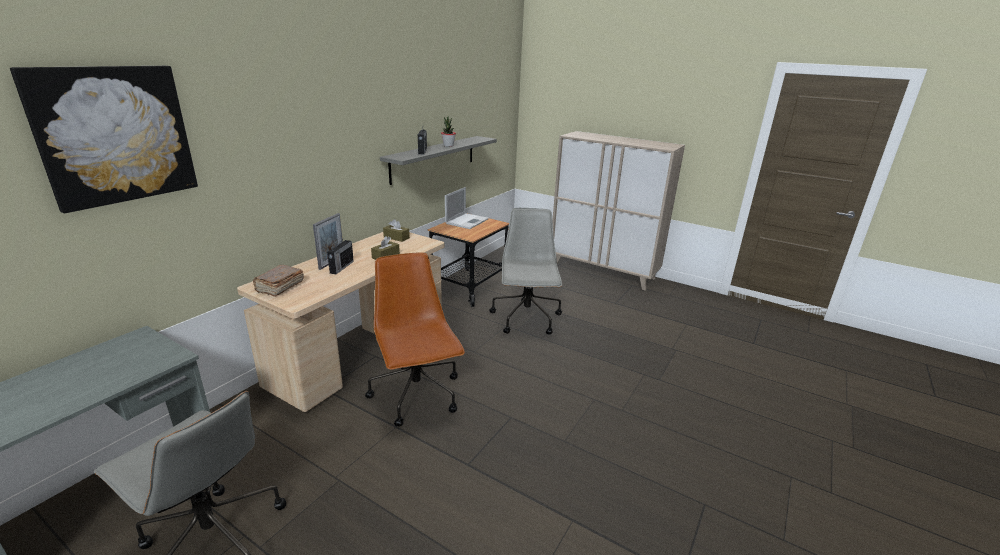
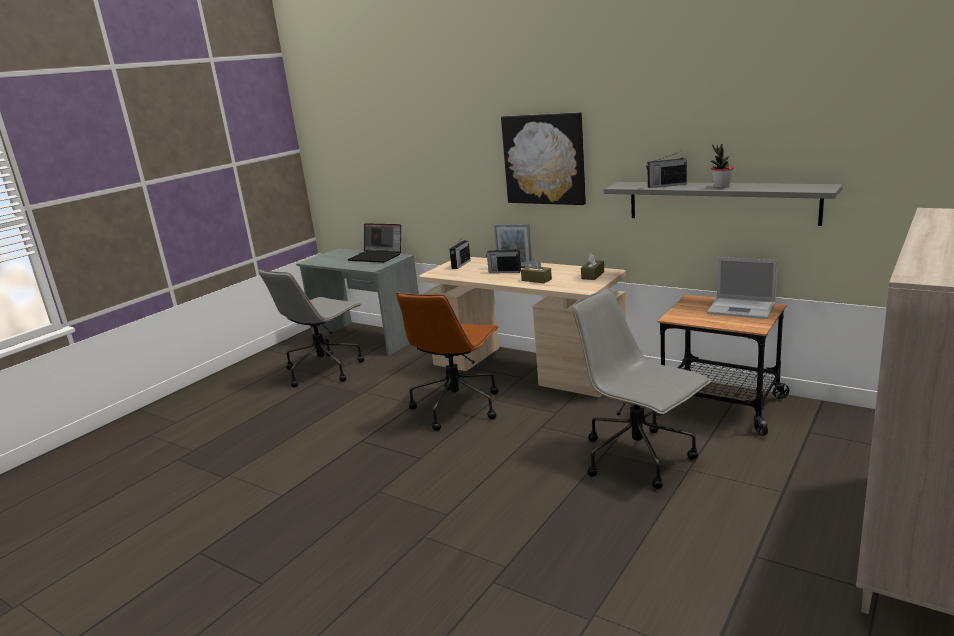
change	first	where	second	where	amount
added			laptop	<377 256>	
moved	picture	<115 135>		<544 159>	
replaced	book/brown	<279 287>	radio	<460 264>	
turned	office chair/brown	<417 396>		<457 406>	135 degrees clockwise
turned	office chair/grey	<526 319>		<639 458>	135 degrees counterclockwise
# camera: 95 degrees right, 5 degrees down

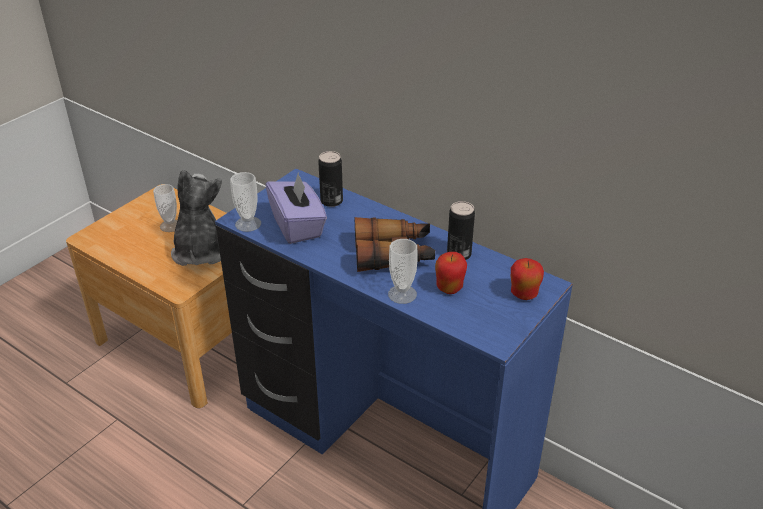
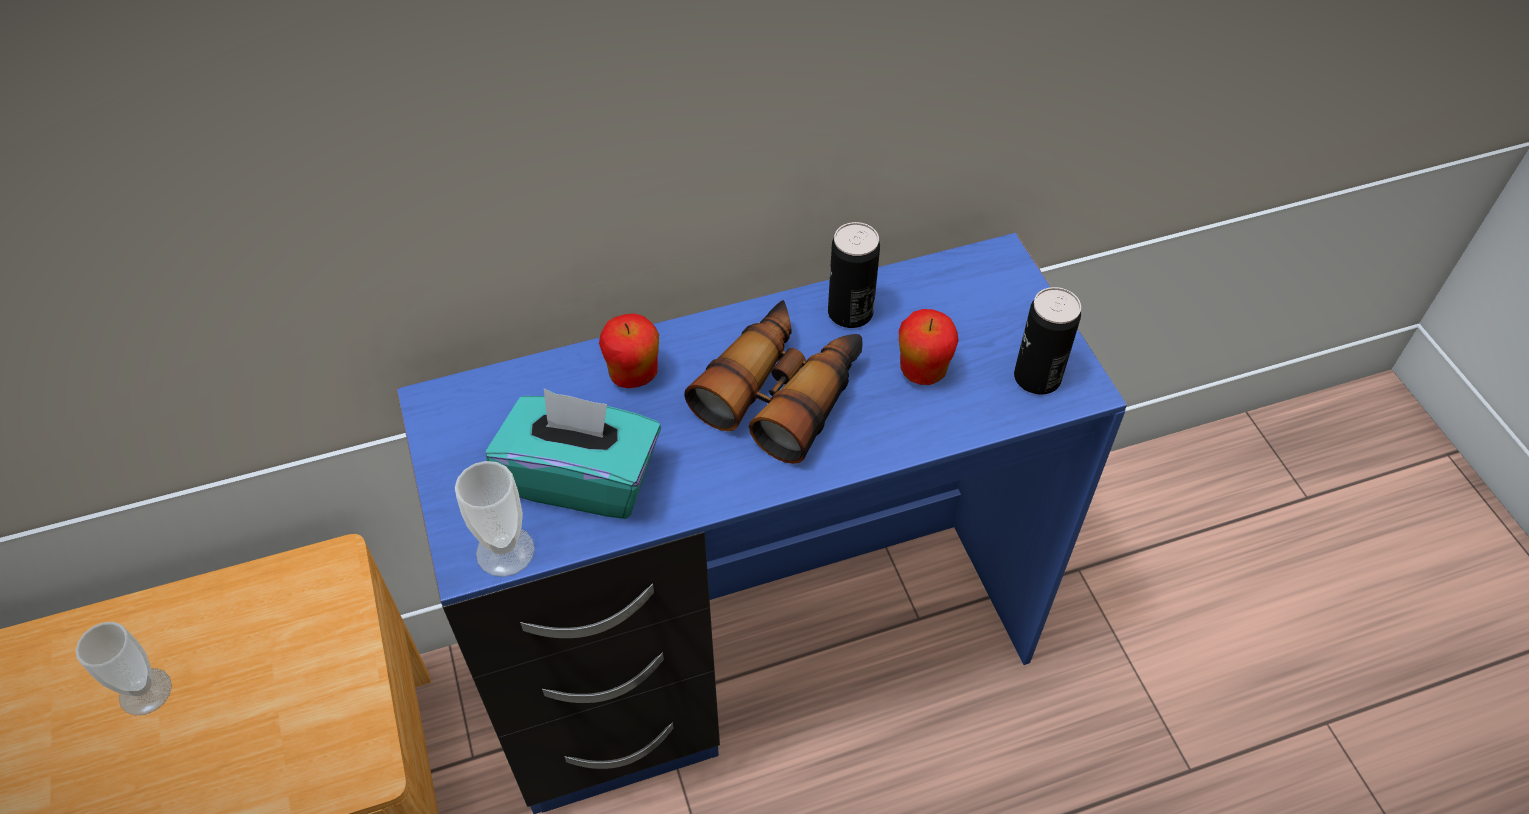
change	first	where	second	where	amount
removed	plush toy	<200 251>			
removed	cup	<402 294>			
moved	can	<331 201>		<1037 377>	
moved	apple	<523 295>		<633 375>	
recoloured	tissue box/purple	<297 226>	tissue box/turquoise	<583 478>	
# camera: 55 degrees left, 15 degrees up

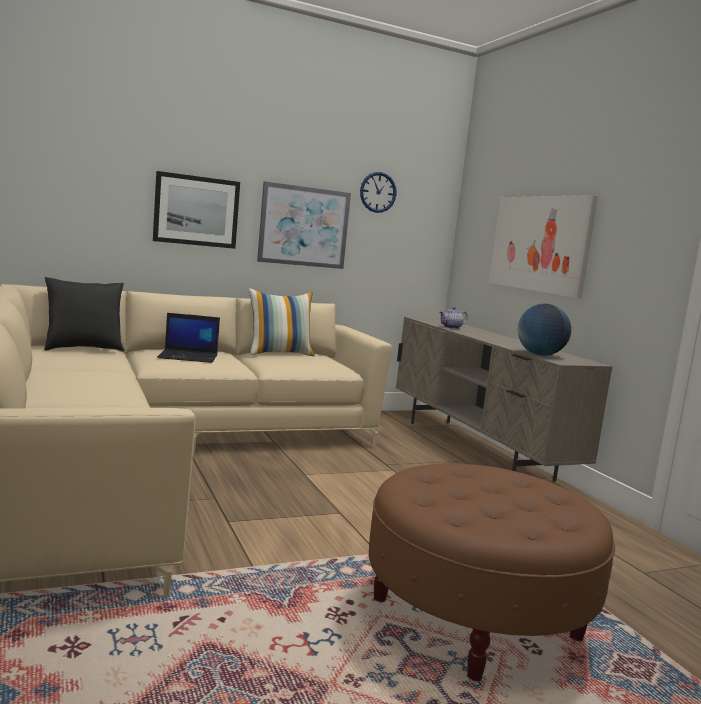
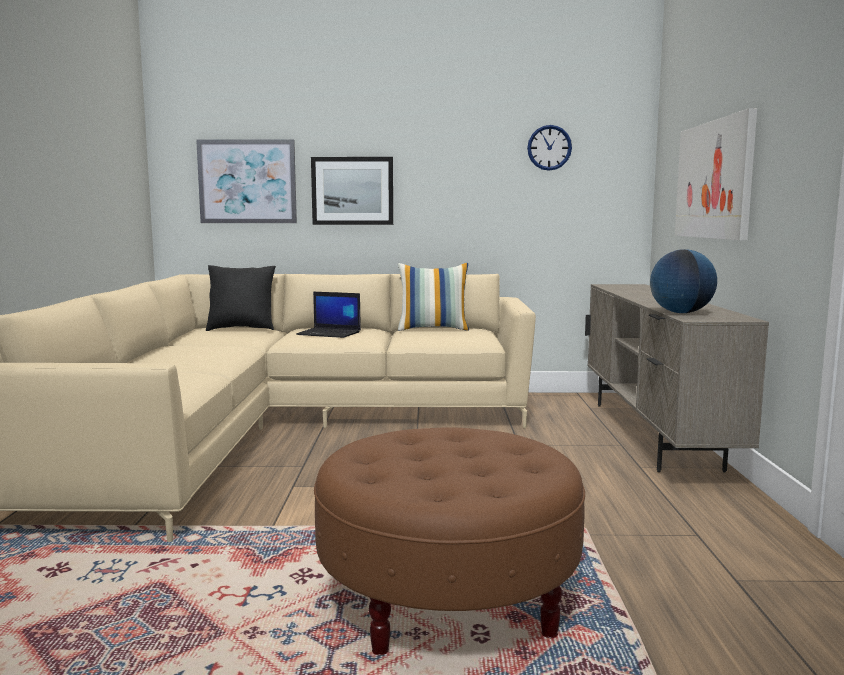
change	first	where	second	where	amount
removed	teapot	<451 327>			
moved	picture	<304 226>		<247 181>	
# camera: 25 degrees right, 0 degrees up

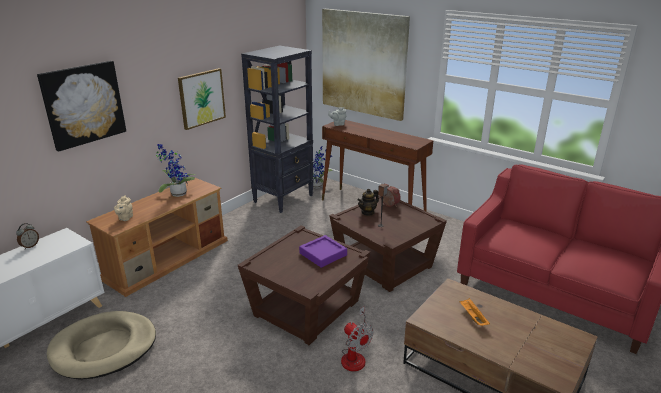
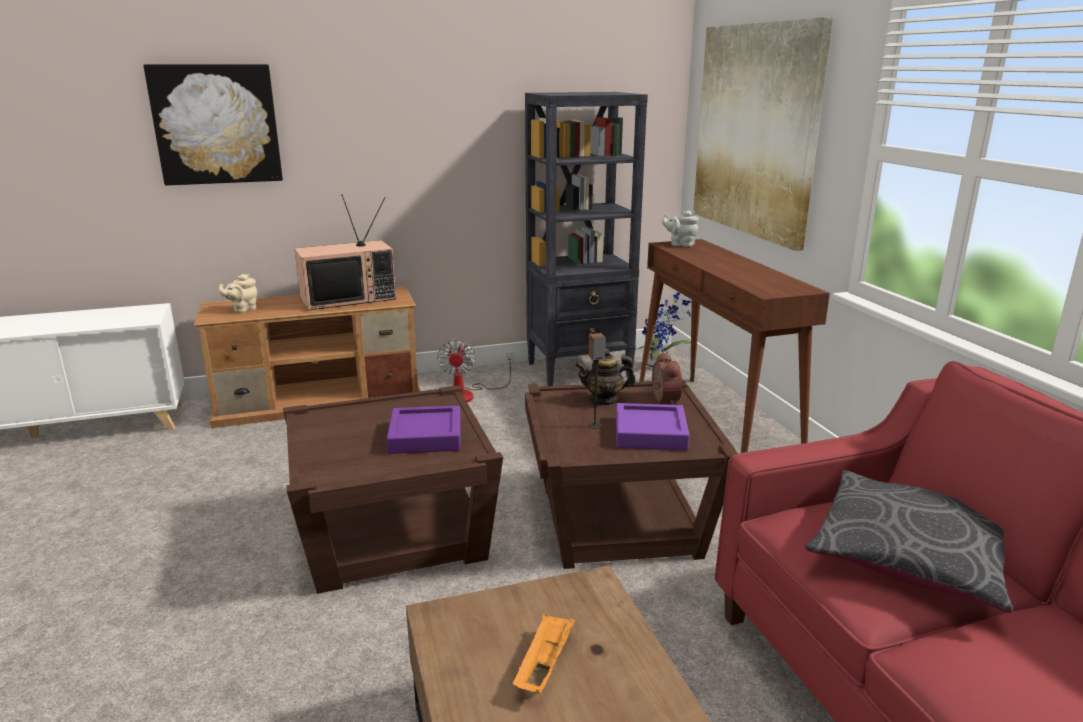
change	first	where	second	where	amount
removed	alarm clock	<30 246>			
removed	dog bed/beige	<104 348>			
removed	picture	<202 98>			
added			tray/purple	<650 433>	
added			pillow/grey	<909 553>	
moved	fan	<355 355>		<468 394>	
replaced	potted plant	<177 193>	television	<349 298>	
# camera: 35 degrees right, 5 degrees down

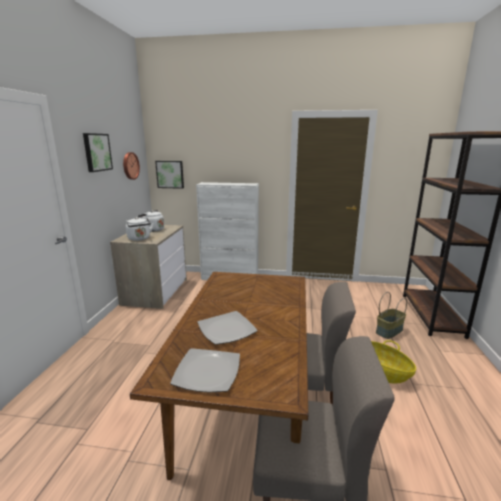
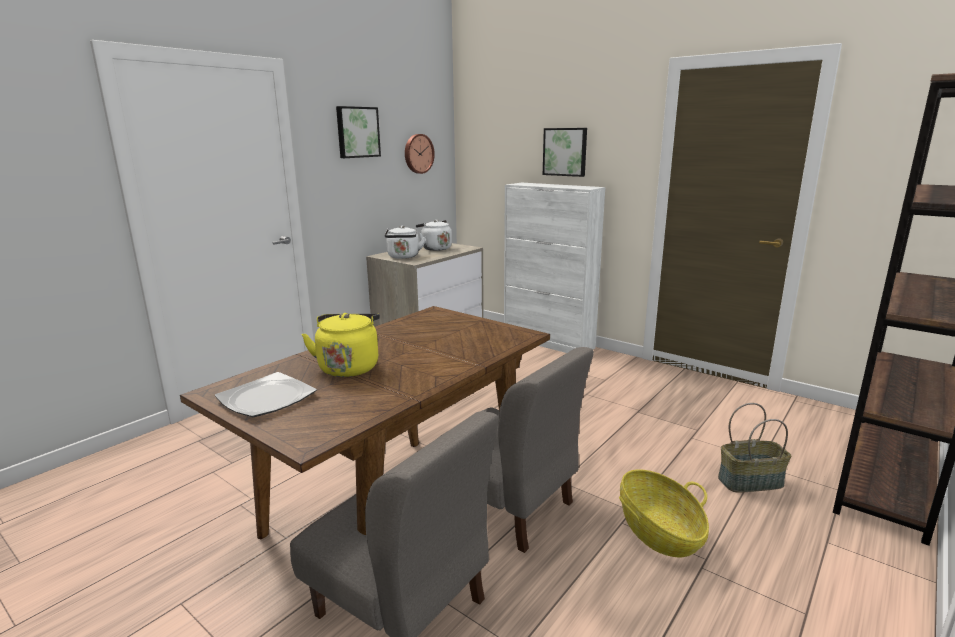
change	first	where	second	where	amount
moved	picture	<170 174>		<565 152>	
replaced	plate	<227 329>	kettle/yellow	<349 367>	
# camera: 30 degrees right, 0 degrees up

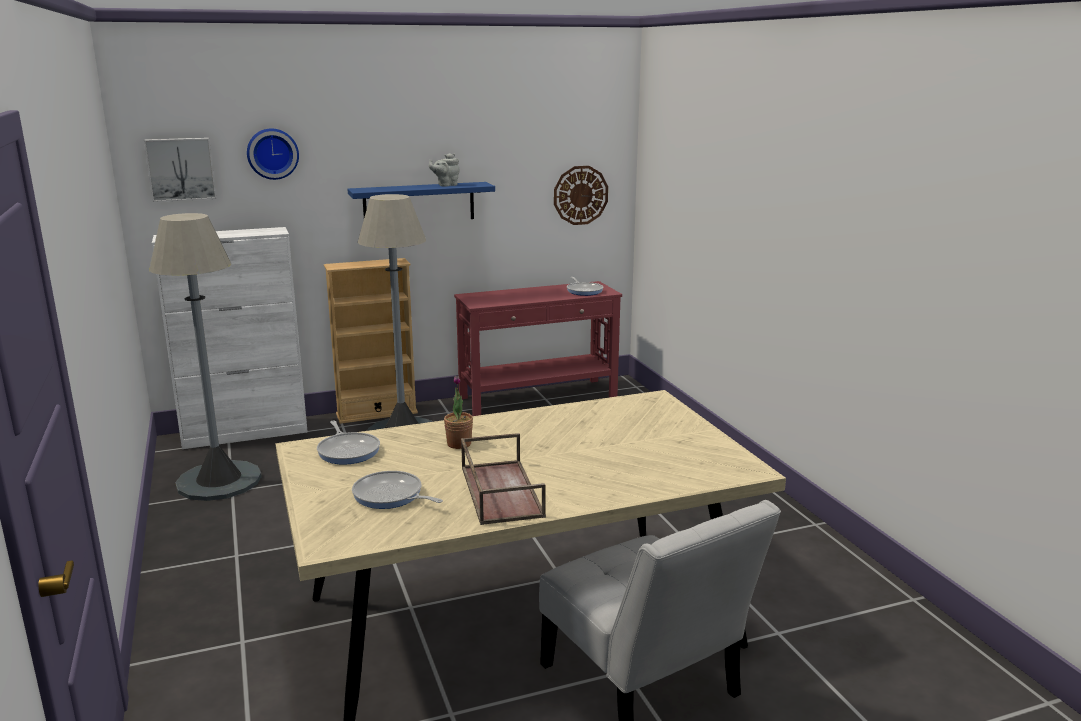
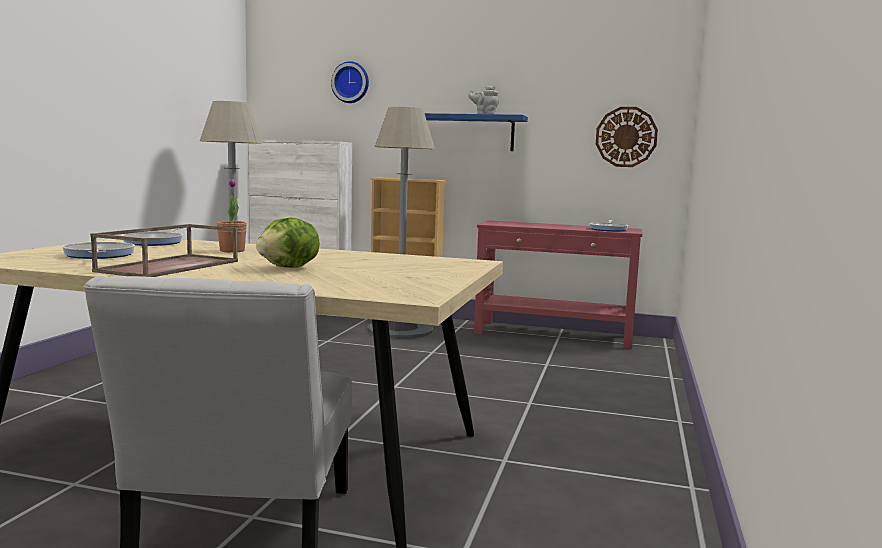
change	first	where	second	where	amount
removed	picture	<181 169>			
added			lettuce	<290 268>	
# camera: 35 degrees right, 10 degrees down

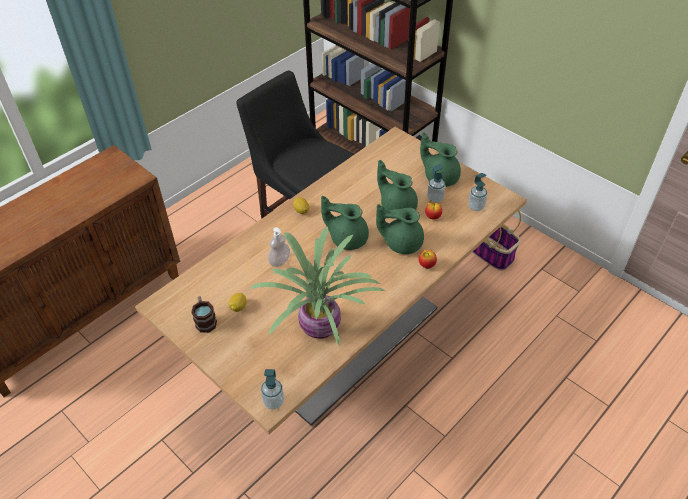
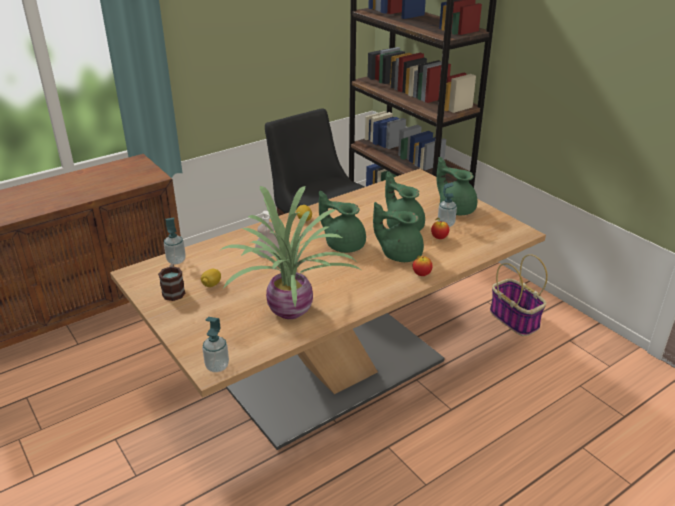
change	first	where	second	where	amount
moved	soap dispenser	<476 207>		<176 260>	
# camera: 10 degrees right, 15 degrees down

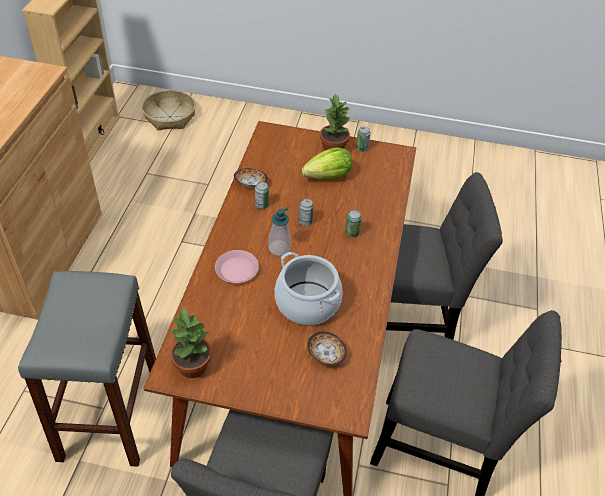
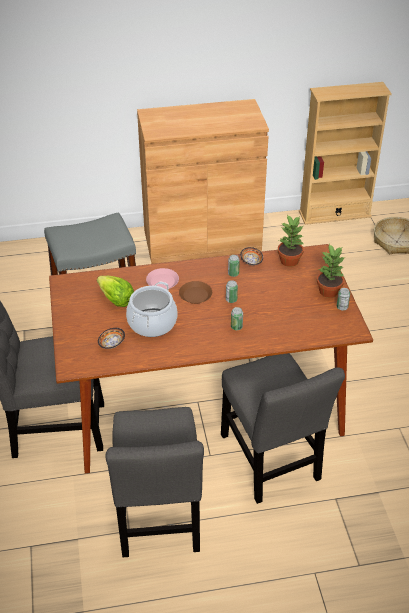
change	first	where	second	where	amount
moved	potted plant	<192 365>		<289 260>	
moved	lettuce	<328 177>		<116 300>	
replaced	soap dispenser	<279 248>	plate/brown	<195 295>	
# camera: 70 degrees right, 5 degrees down

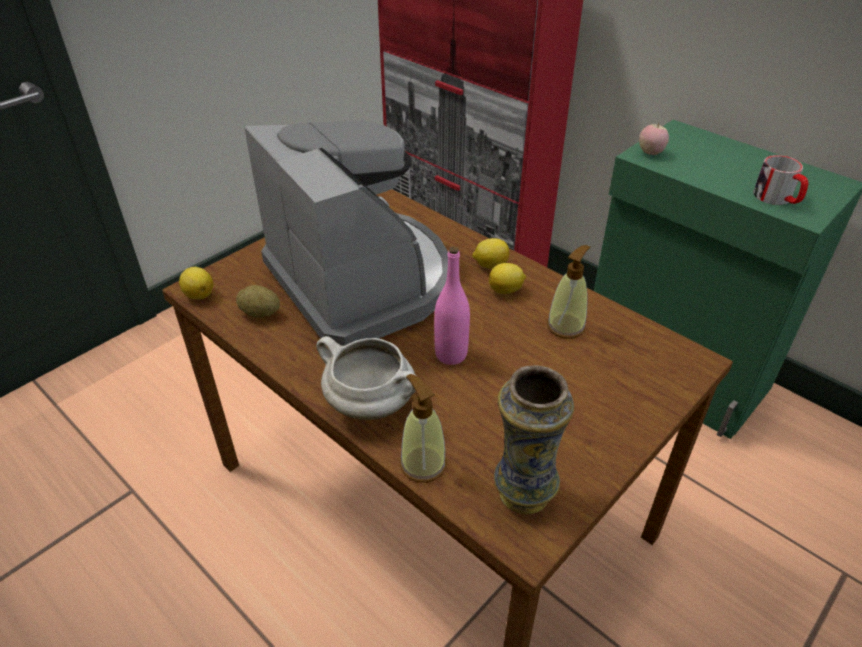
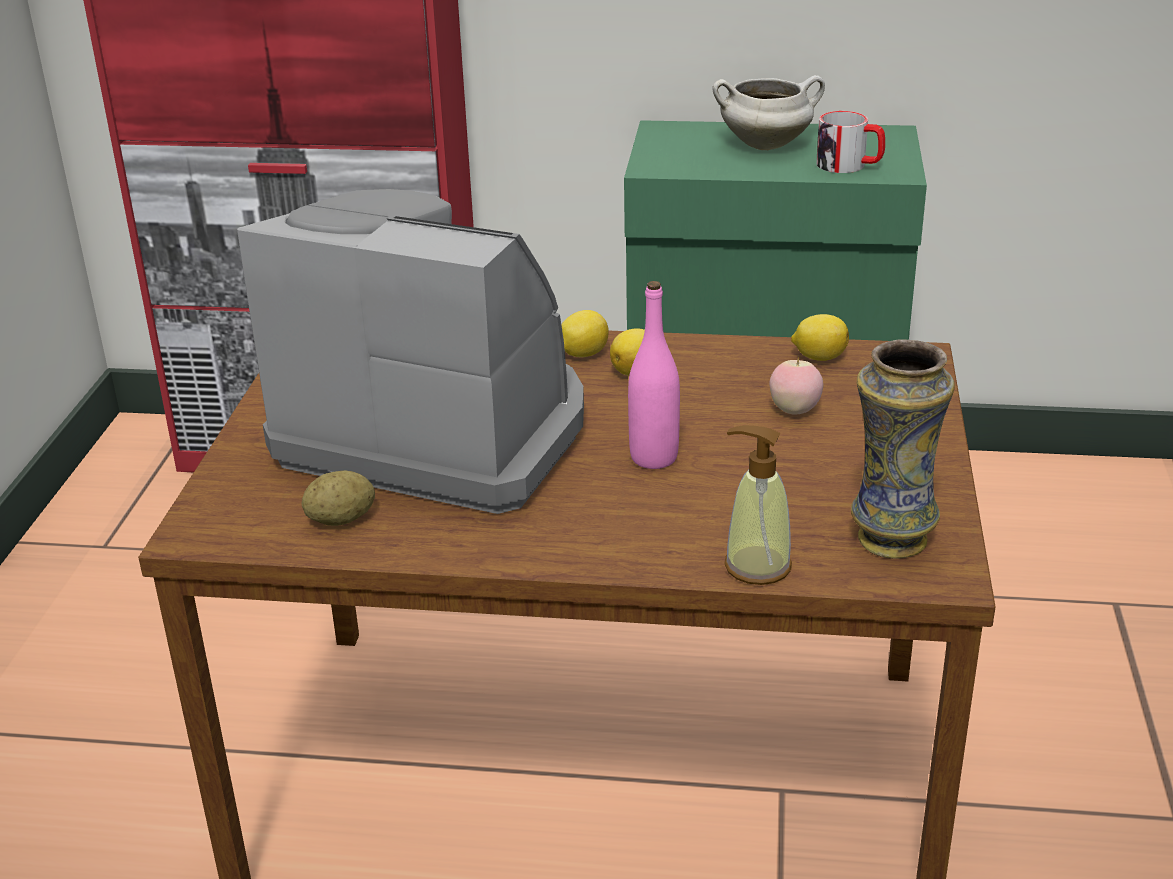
change	first	where	second	where	amount
removed	soap dispenser	<566 326>			
moved	lemon	<199 294>		<818 357>	
moved	cooking pot/white	<372 404>		<766 145>	
moved	apple	<650 153>		<794 411>	
# camera: 35 degrees left, 10 degrees down

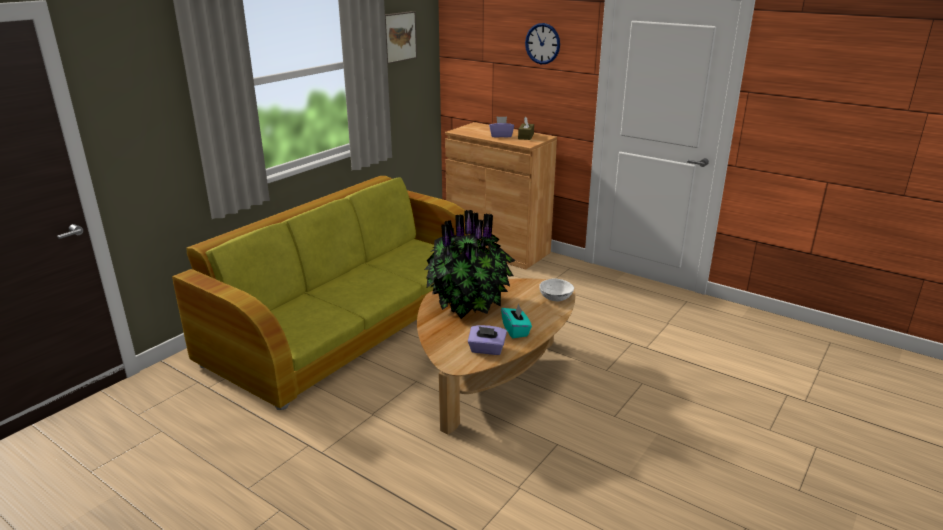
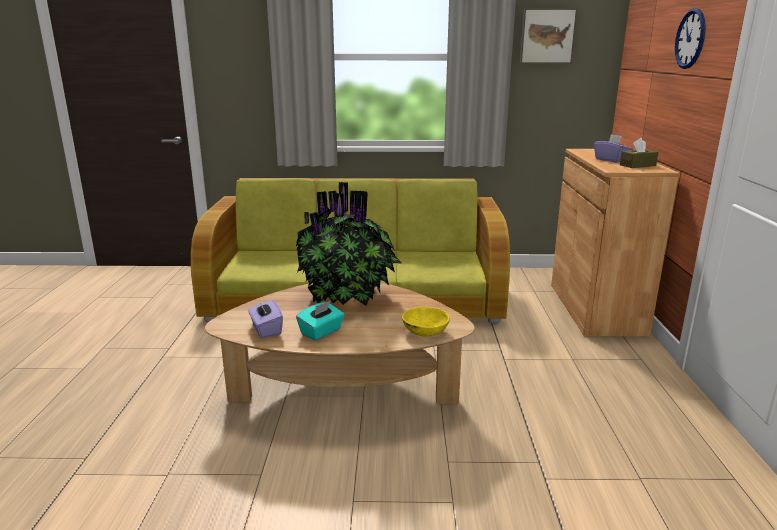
change	first	where	second	where	amount
recoloured	bowl/white	<555 297>	bowl/yellow	<425 331>	
# camera: 55 degrees right, 5 degrees down

